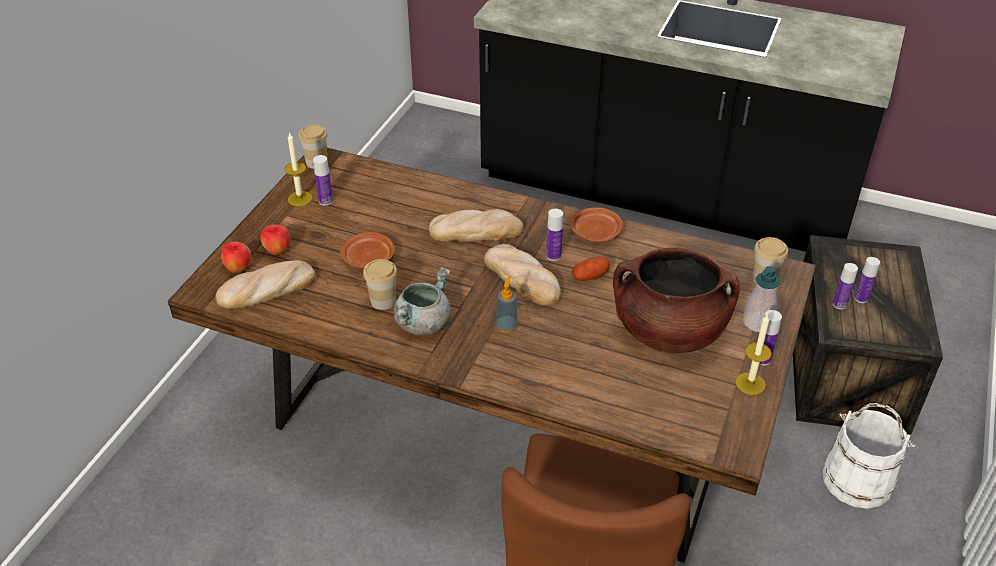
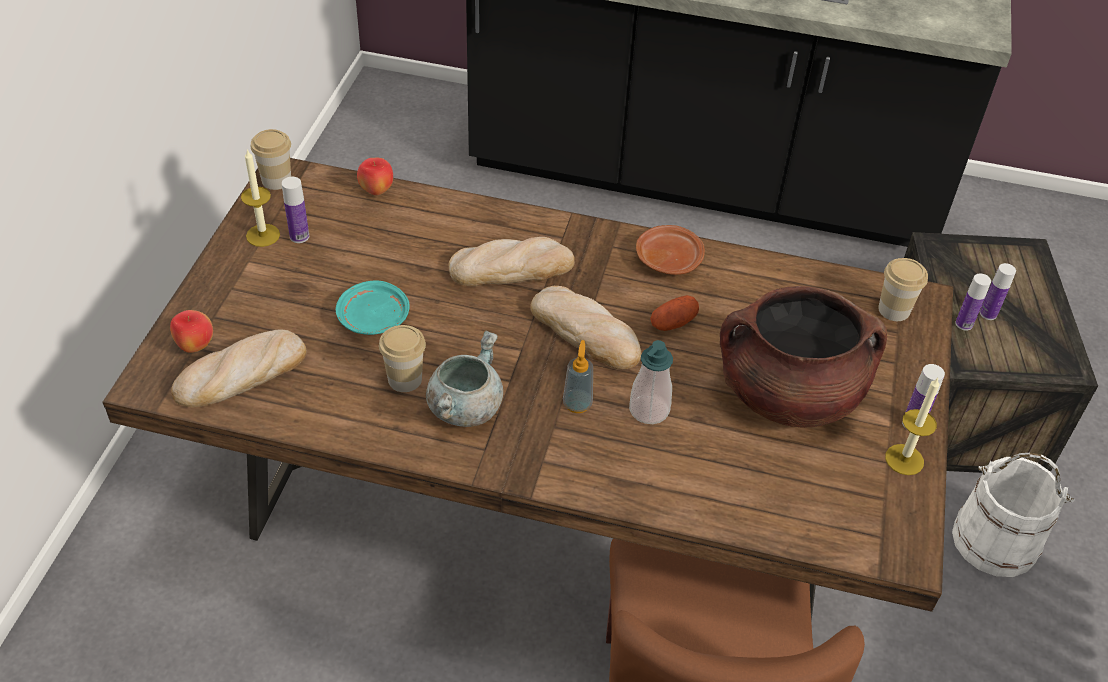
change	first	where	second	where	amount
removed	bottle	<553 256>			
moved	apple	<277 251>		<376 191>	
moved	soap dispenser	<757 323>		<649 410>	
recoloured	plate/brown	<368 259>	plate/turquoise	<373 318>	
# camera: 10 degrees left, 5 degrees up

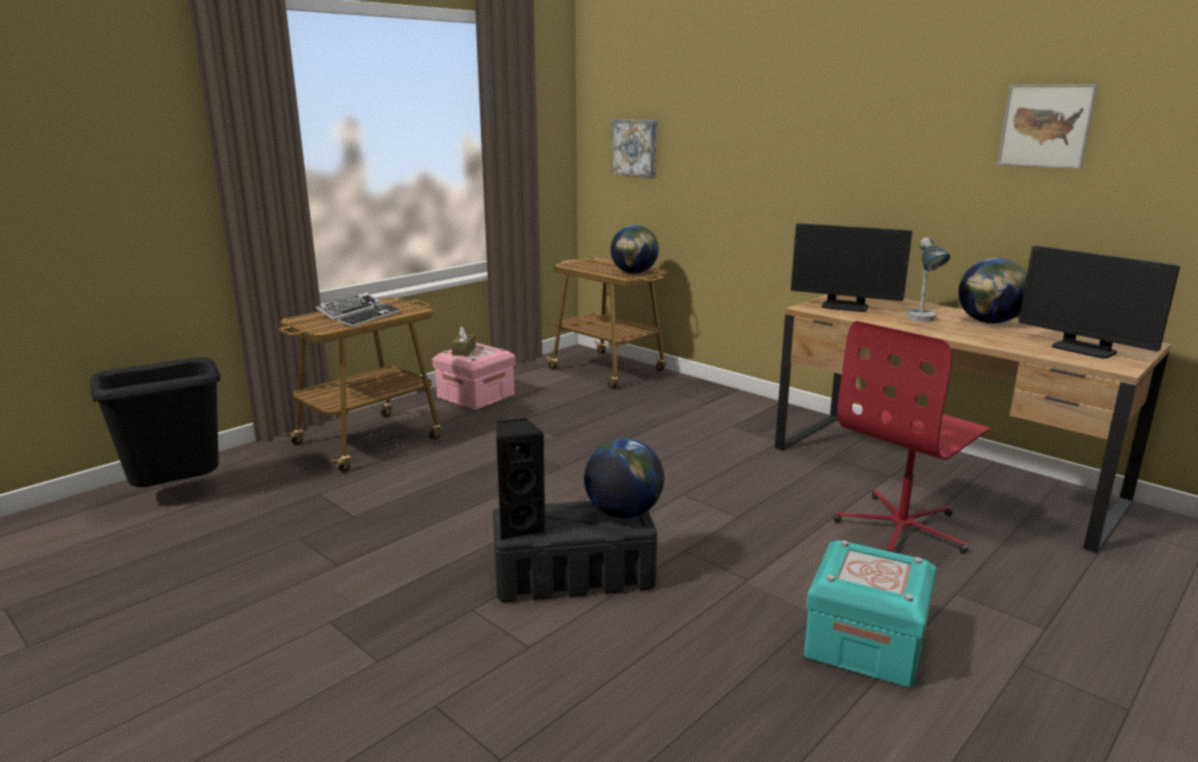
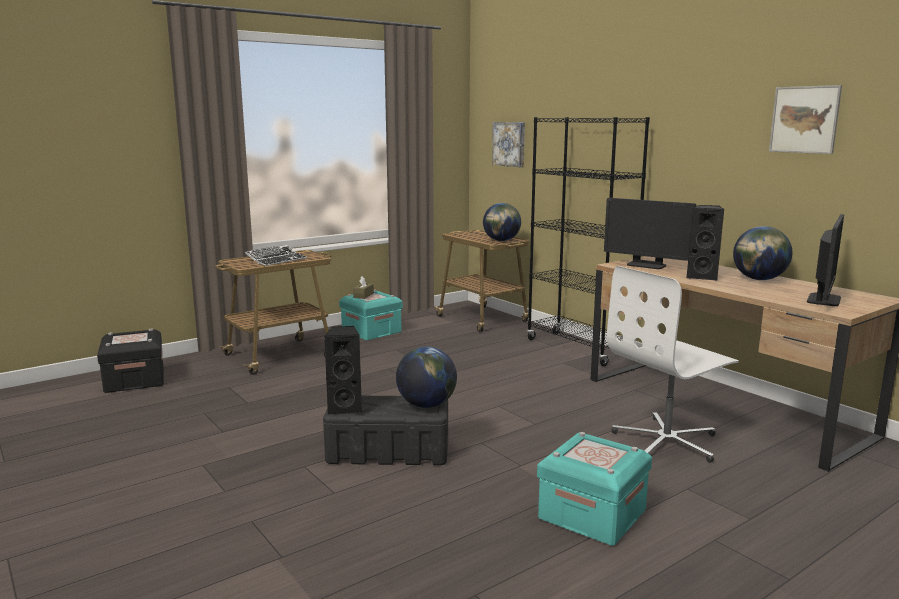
change	first	where	second	where	amount
added			bookcase/black	<578 348>	
replaced	trash can/black	<179 493>	storage box/black	<135 380>	
replaced	table lamp	<922 321>	speaker/black	<702 276>	
recoloured	storage box/pink	<476 396>	storage box/turquoise	<371 331>	
recoloured	office chair/red	<902 528>	office chair/white	<667 441>	
turned	monitor	<1084 349>		<823 300>	120 degrees counterclockwise
# camera: 10 degrees right, 5 degrees down

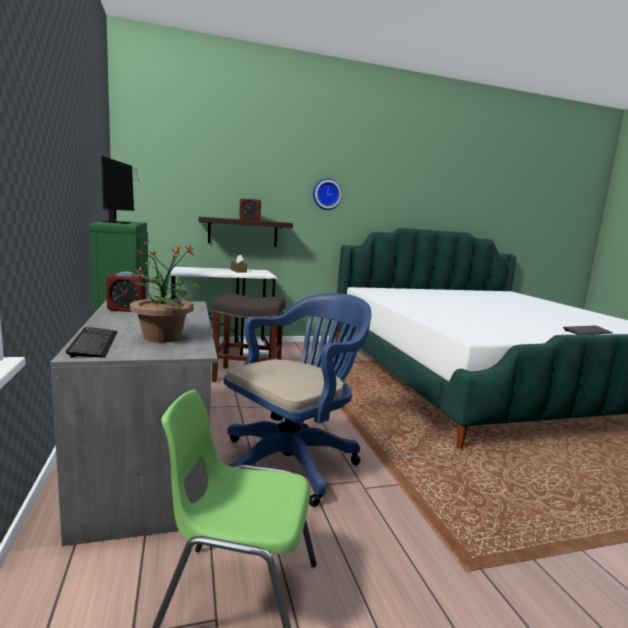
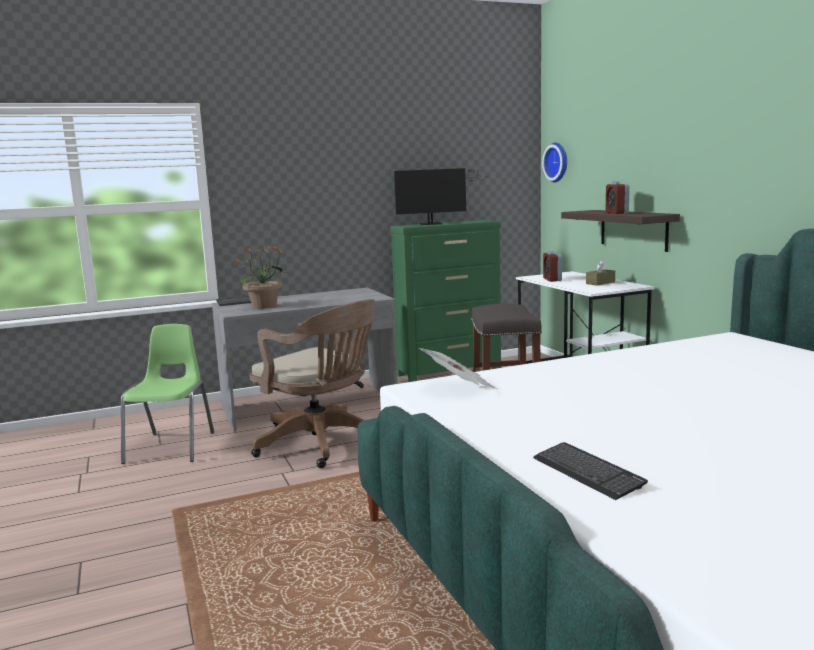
change	first	where	second	where	amount
added			newspaper	<459 388>	
moved	alarm clock	<127 310>		<552 279>	
moved	wall clock	<326 194>		<557 162>	
recoloured	office chair/blue	<293 460>	office chair/brown	<322 444>	
# camera: 85 degrees right, 0 degrees up

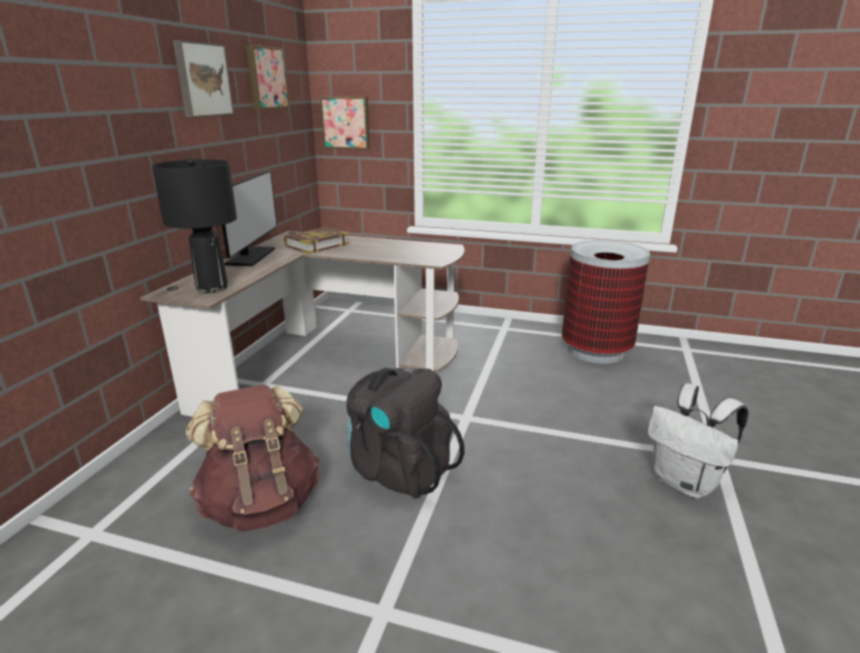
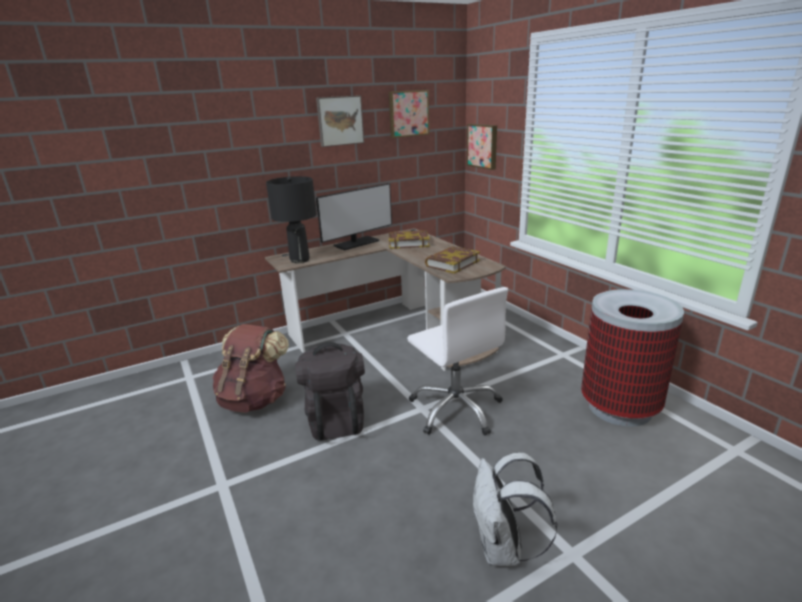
change	first	where	second	where	amount
added			office chair/white	<456 409>	
added			book	<452 263>	
# camera: 45 degrees right, 0 degrees up

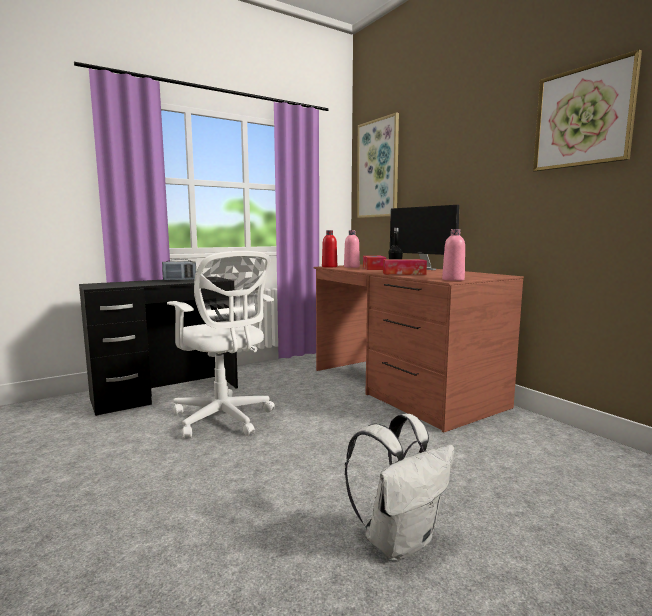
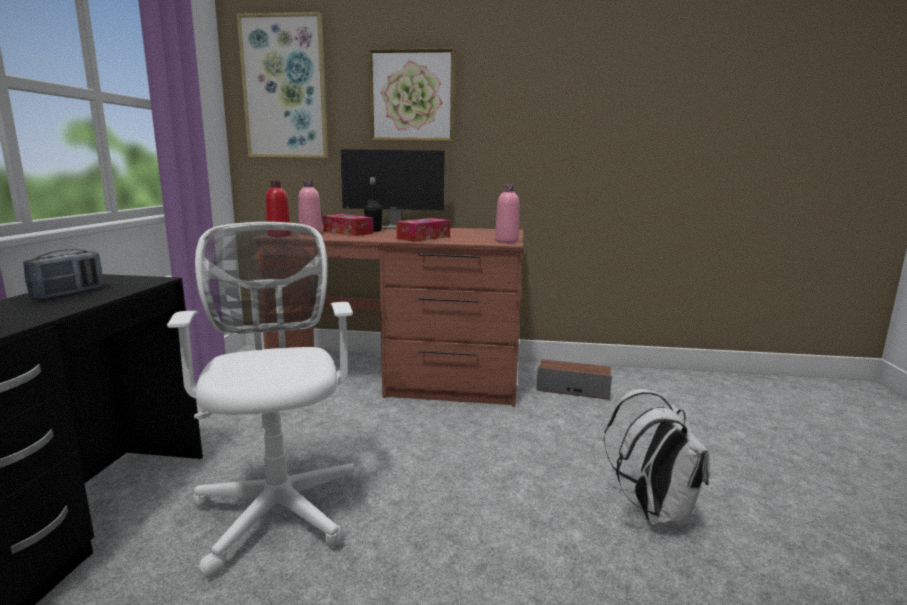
change	first	where	second	where	amount
added			speaker	<573 389>	
moved	picture	<583 117>		<412 96>	
turned	office chair/white	<224 419>		<279 506>	105 degrees counterclockwise
# camera: 50 degrees left, 5 degrees up

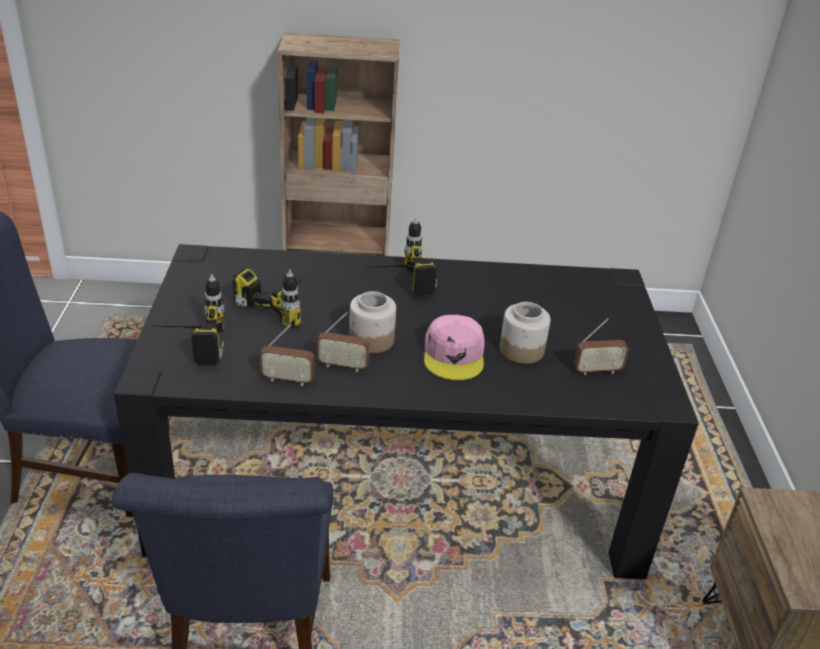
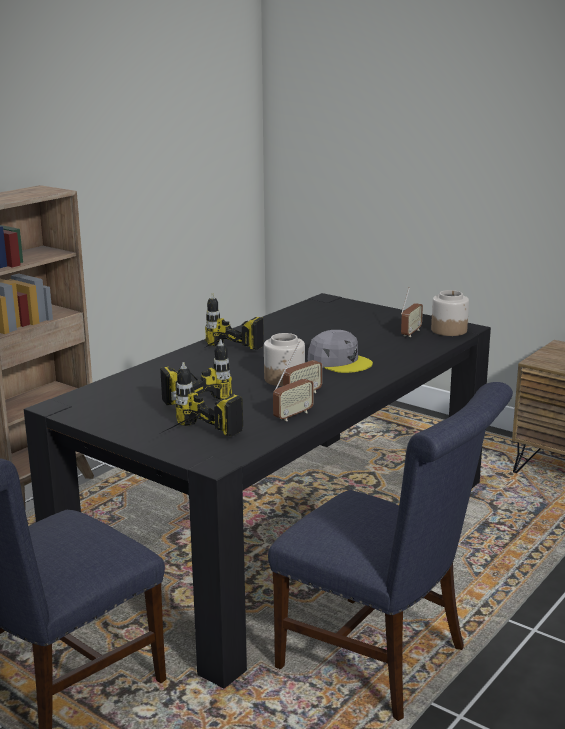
change	first	where	second	where	amount
moved	jar	<522 350>		<449 330>	
recoloured	cap/pink	<454 355>	cap/grey	<339 361>	
# camera: 50 degrees left, 15 degrees down

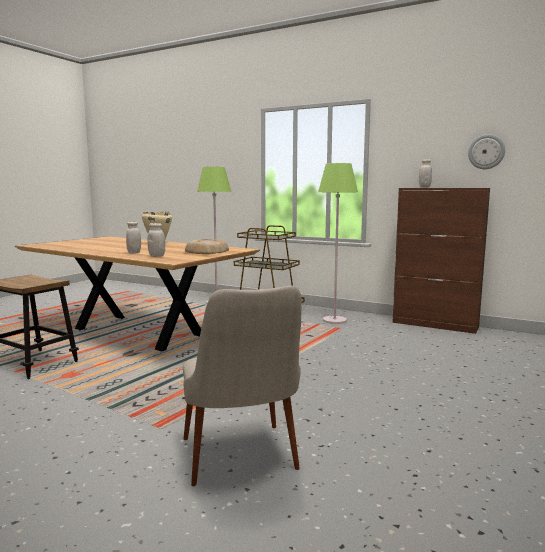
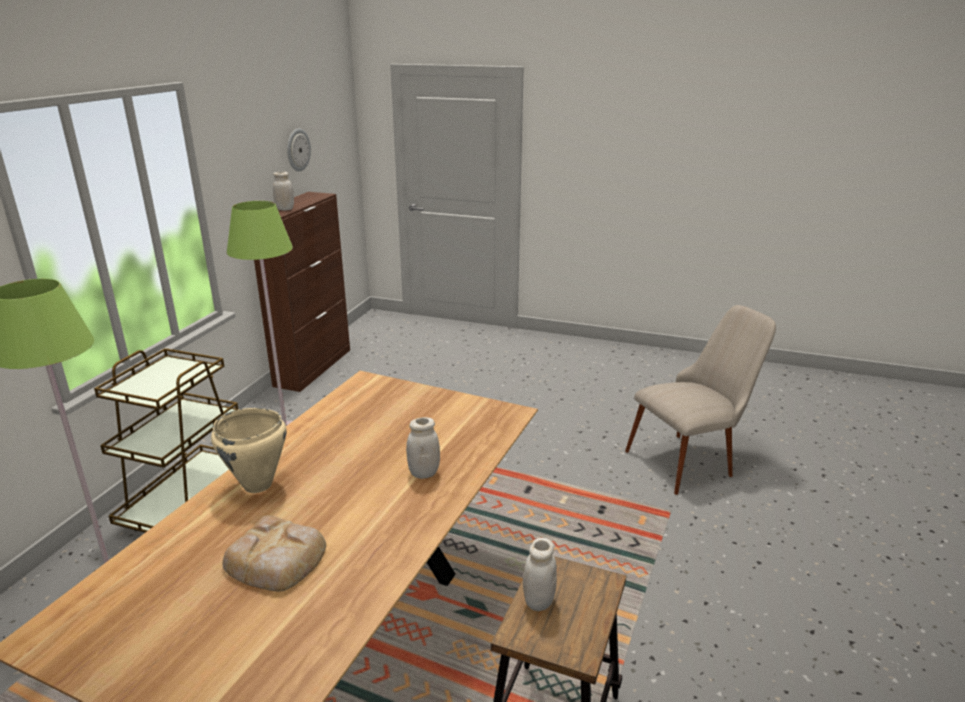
change	first	where	second	where	amount
moved	jar/white	<157 256>		<538 601>	
moved	bread	<206 252>		<277 560>	
# camera: 100 degrees left, 15 degrees up

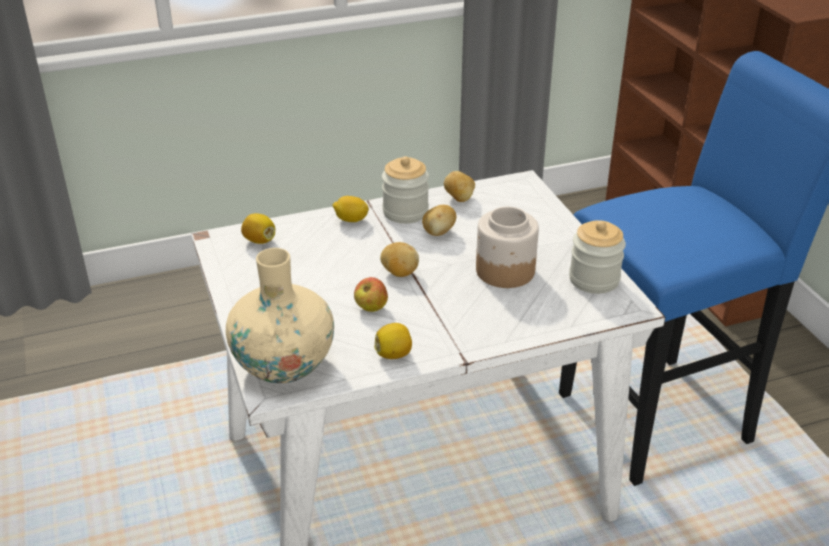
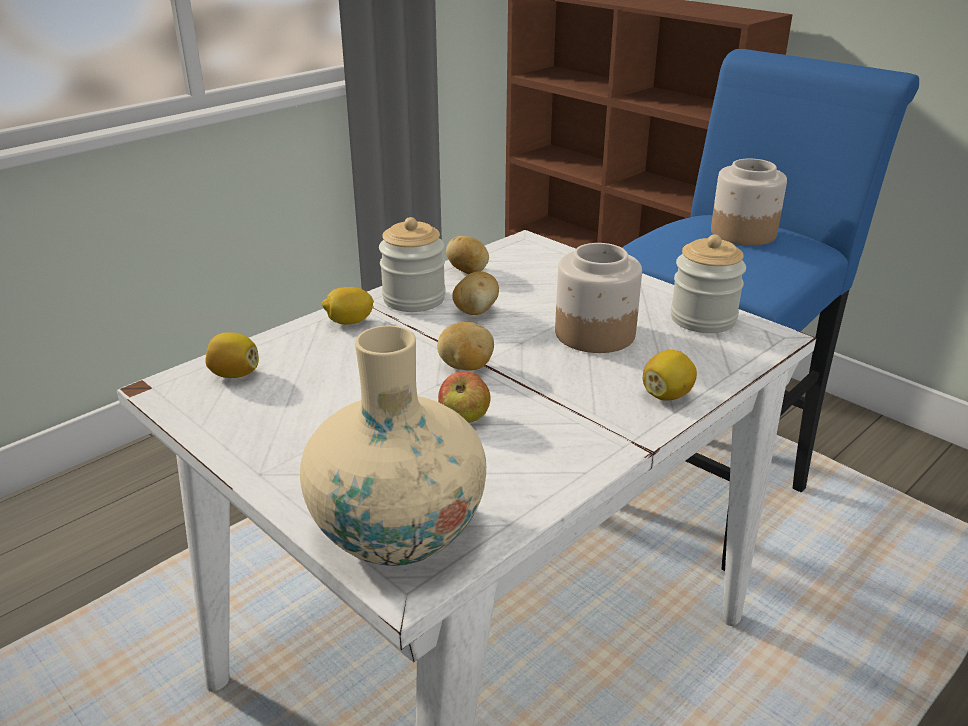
change	first	where	second	where	amount
added			jar	<742 233>	
moved	lemon	<394 354>		<667 395>	
# camera: 25 degrees left, 5 degrees down

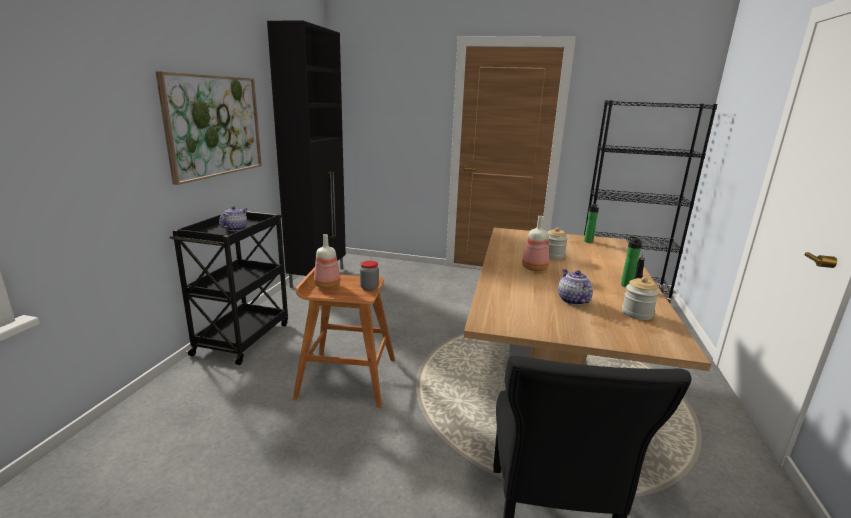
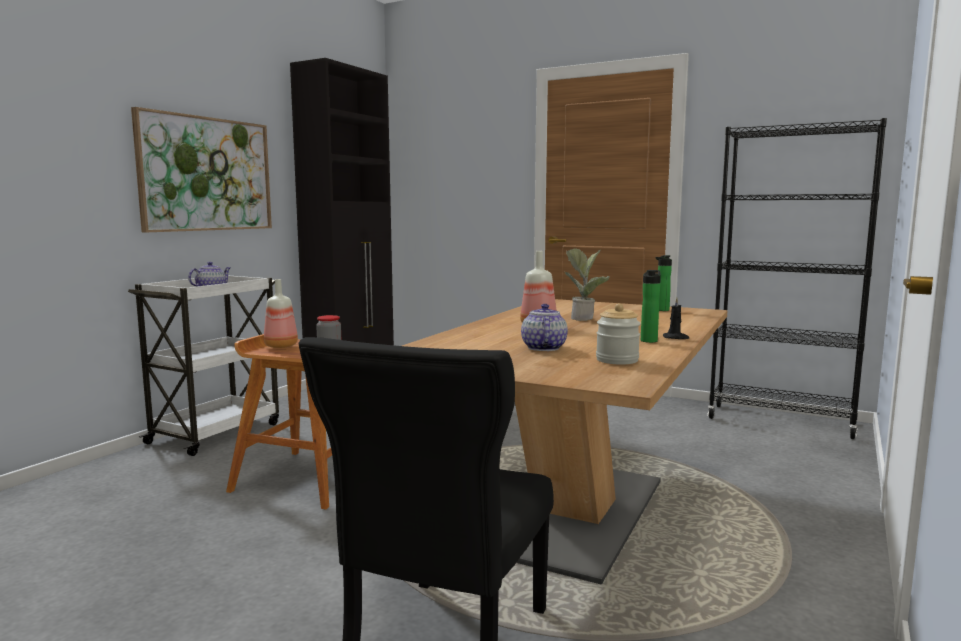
change	first	where	second	where	amount
replaced	jar	<553 256>	potted plant	<586 318>	
recoloured	cart/black	<243 338>	cart/white	<216 432>	
# camera: 15 degrees right, 10 degrees down

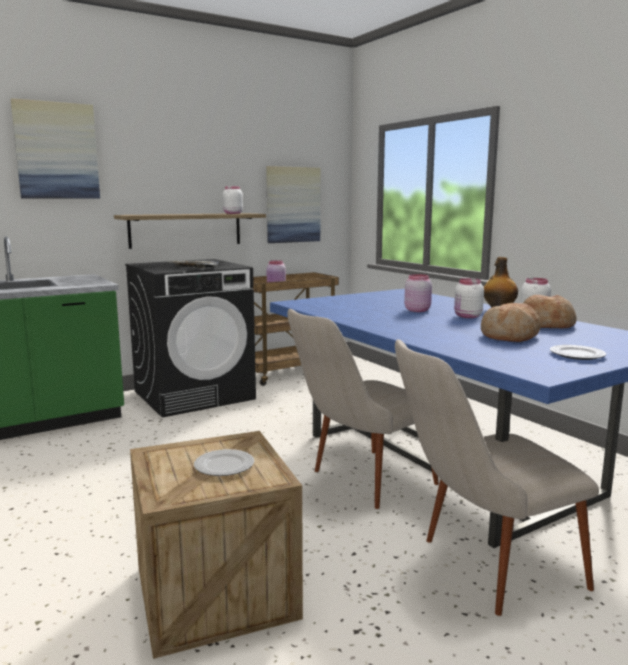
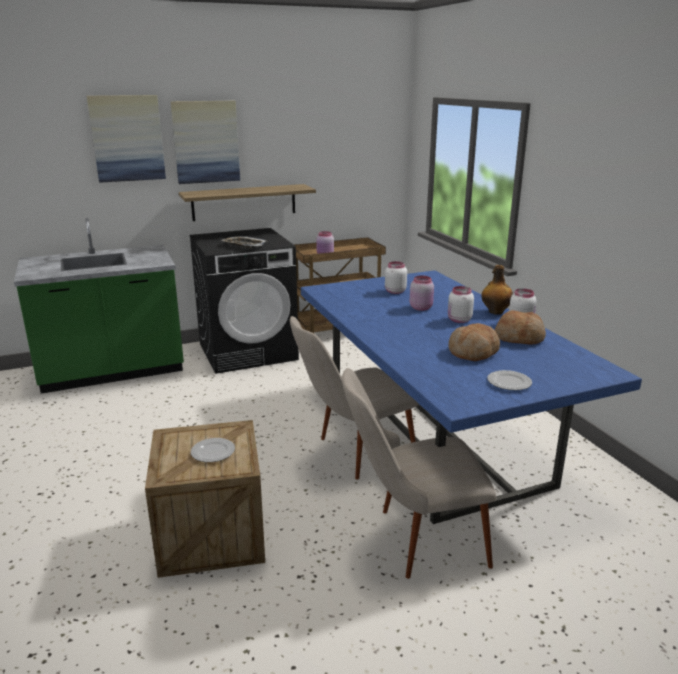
change	first	where	second	where	amount
moved	jar/white	<232 213>		<394 291>	
moved	picture	<293 205>		<206 142>	
# camera: 10 degrees right, 10 degrees up

